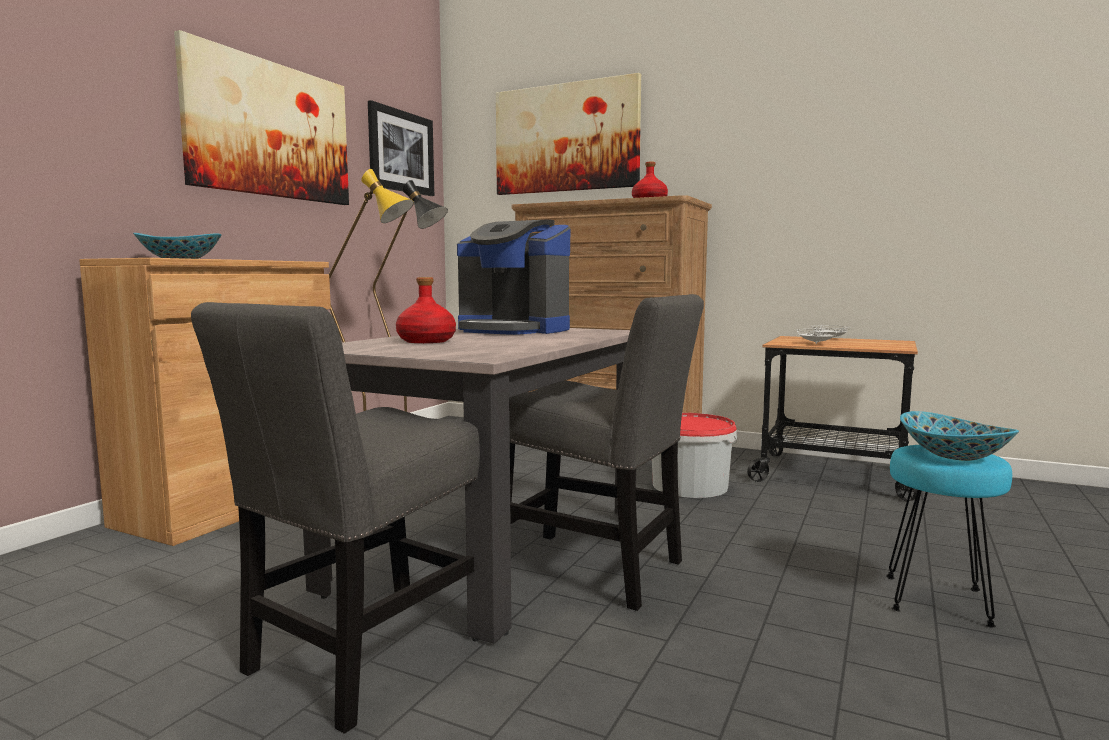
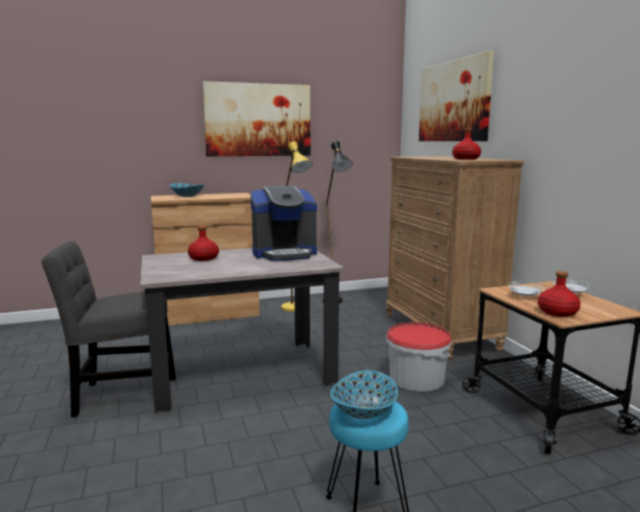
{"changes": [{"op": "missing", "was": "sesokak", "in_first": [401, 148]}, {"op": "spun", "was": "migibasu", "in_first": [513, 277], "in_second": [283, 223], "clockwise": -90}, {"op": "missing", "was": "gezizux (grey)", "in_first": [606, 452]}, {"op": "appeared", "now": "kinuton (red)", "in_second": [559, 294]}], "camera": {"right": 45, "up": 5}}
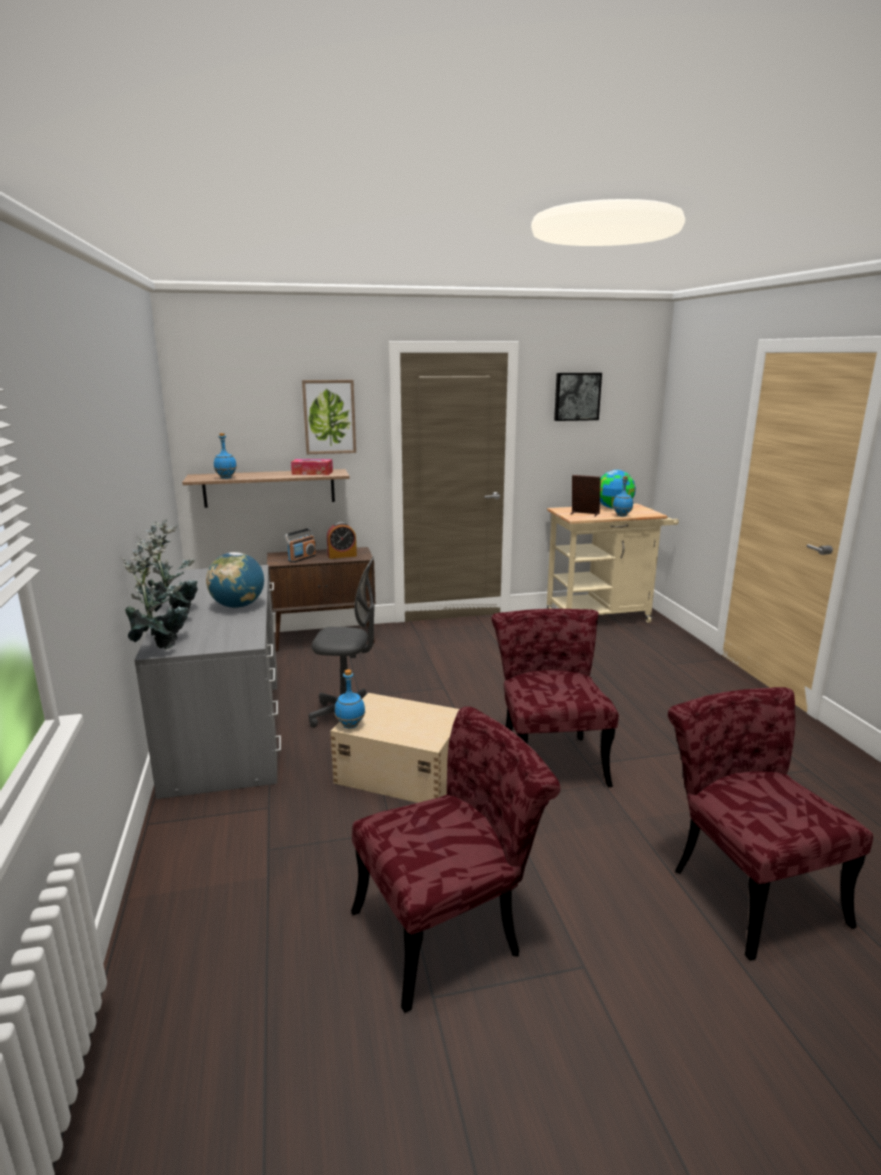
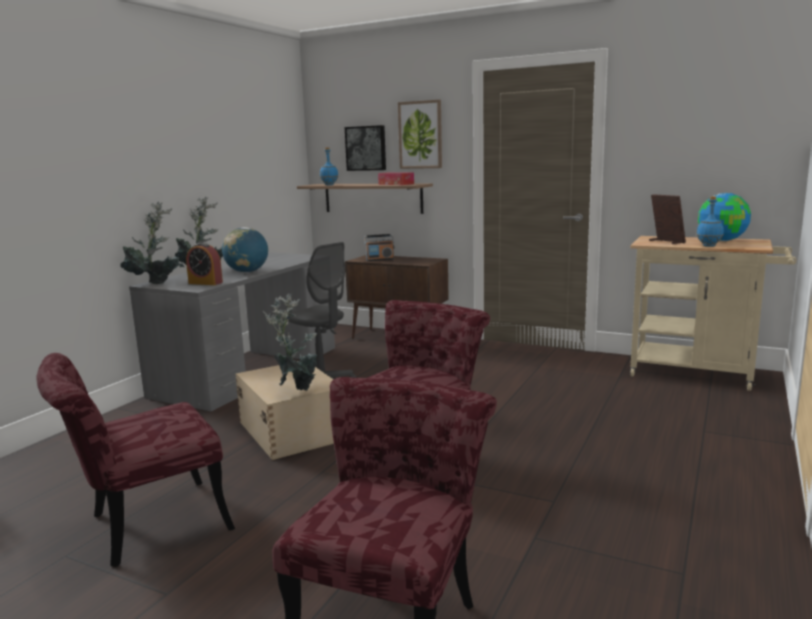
{"changes": [{"op": "relocated", "was": "sesokak", "in_first": [578, 397], "in_second": [365, 148]}, {"op": "relocated", "was": "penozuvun", "in_first": [342, 540], "in_second": [204, 264]}, {"op": "missing", "was": "kinuton (blue)", "in_first": [349, 699]}, {"op": "spun", "was": "gezizux (red)", "in_first": [456, 859], "in_second": [135, 460], "clockwise": 135}, {"op": "appeared", "now": "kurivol", "in_second": [290, 342]}], "camera": {"right": 40, "up": -5}}
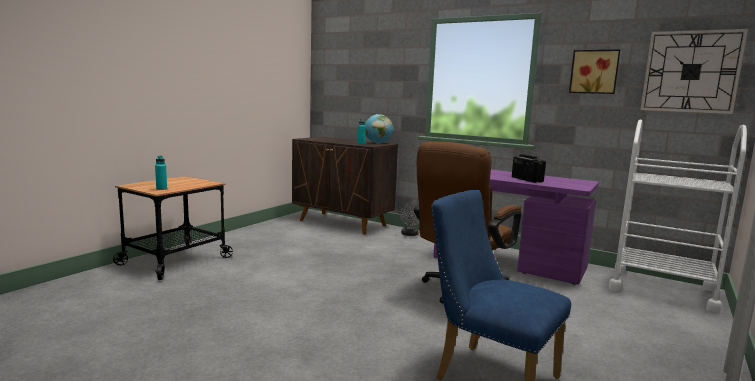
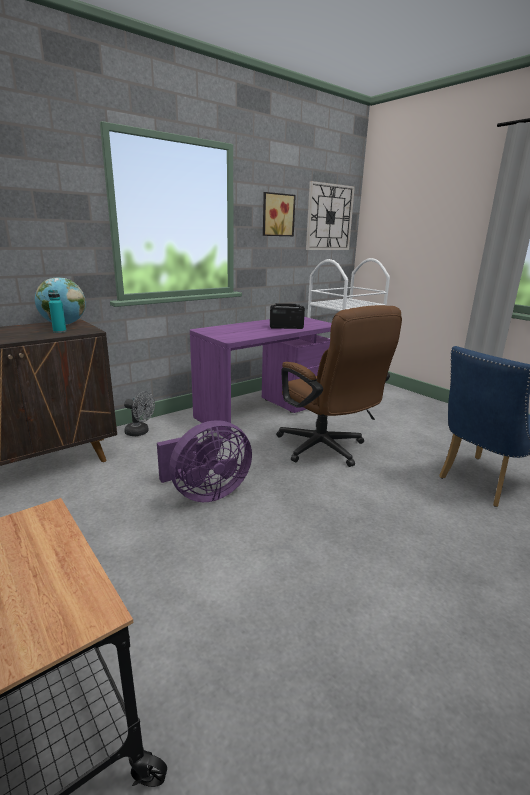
{"changes": [{"op": "missing", "was": "kinuton (turquoise)", "in_first": [161, 173]}, {"op": "appeared", "now": "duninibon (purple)", "in_second": [204, 461]}], "camera": {"right": -70, "up": 10}}
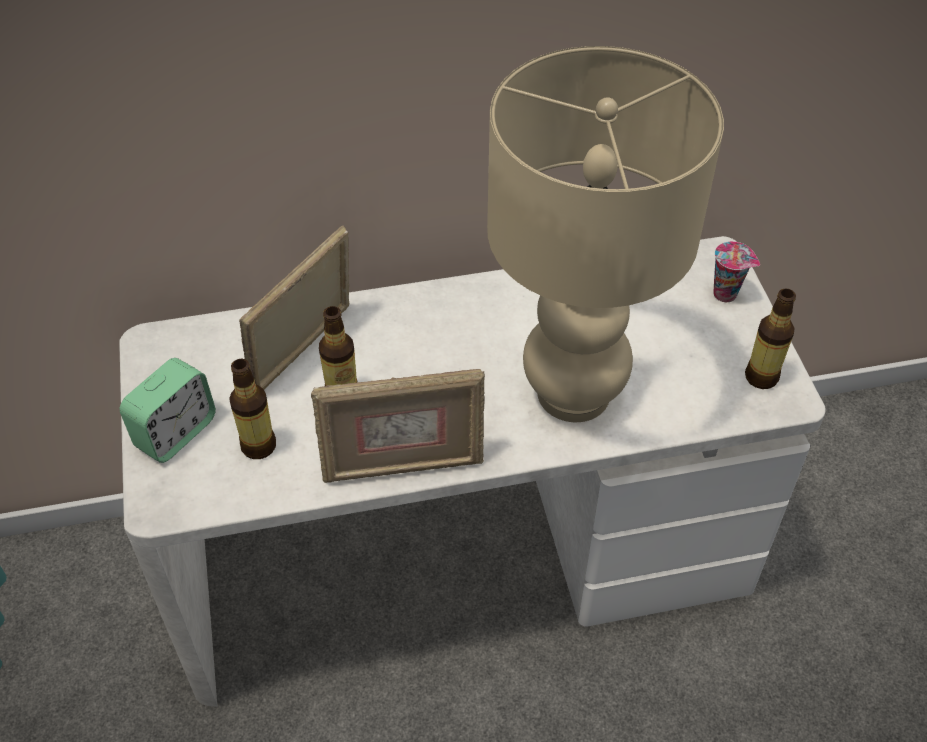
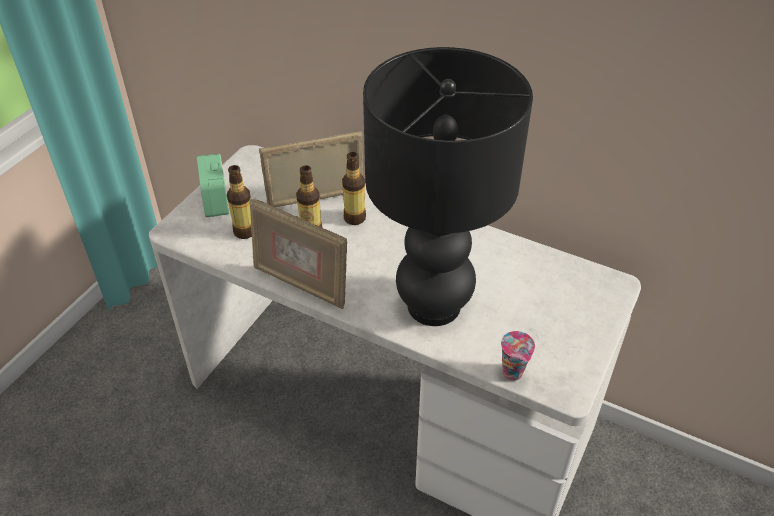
{"changes": [{"op": "colour", "was": "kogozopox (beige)", "now": "kogozopox (black)", "in_first": [605, 234], "in_second": [448, 186]}, {"op": "relocated", "was": "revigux", "in_first": [736, 271], "in_second": [518, 356]}, {"op": "relocated", "was": "kinuton", "in_first": [770, 339], "in_second": [354, 188]}, {"op": "spun", "was": "penozuvun", "in_first": [168, 410], "in_second": [213, 185], "clockwise": 90}], "camera": {"right": 40, "up": -5}}
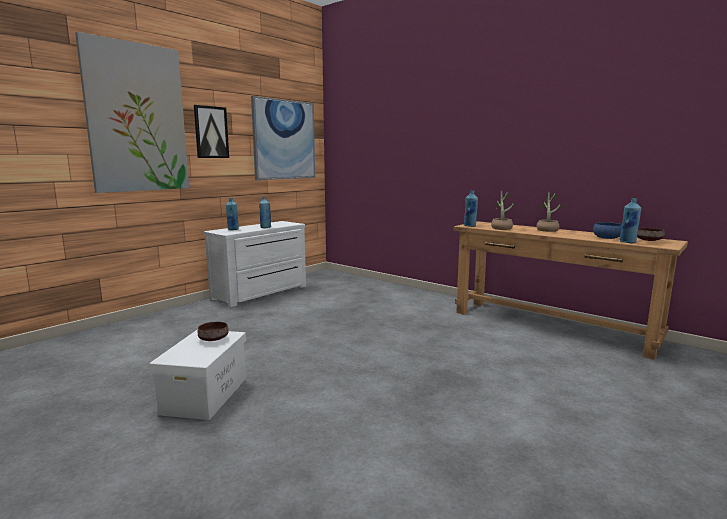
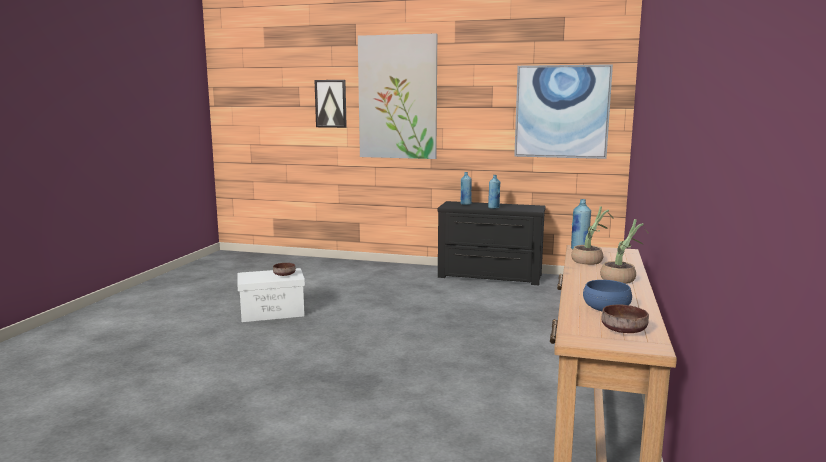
{"changes": [{"op": "relocated", "was": "sesokak", "in_first": [211, 131], "in_second": [330, 104]}, {"op": "missing", "was": "kinuton (blue)", "in_first": [630, 220]}, {"op": "colour", "was": "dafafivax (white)", "now": "dafafivax (black)", "in_first": [255, 264], "in_second": [492, 243]}], "camera": {"right": 65, "up": 0}}
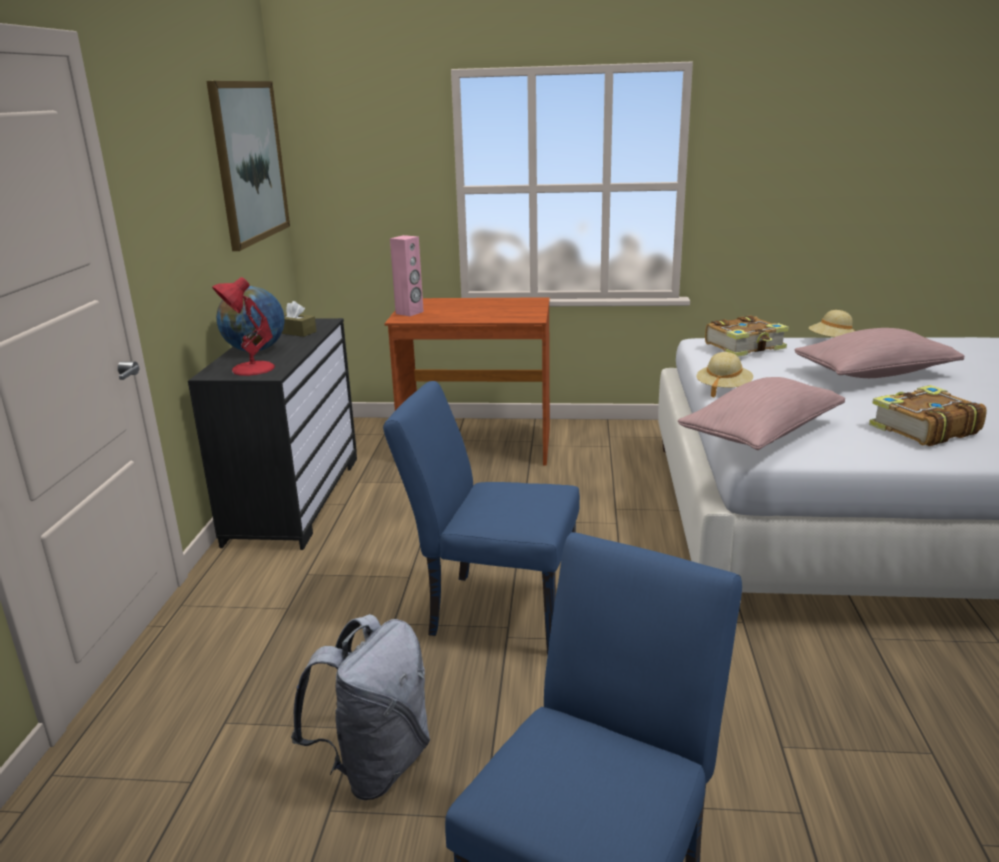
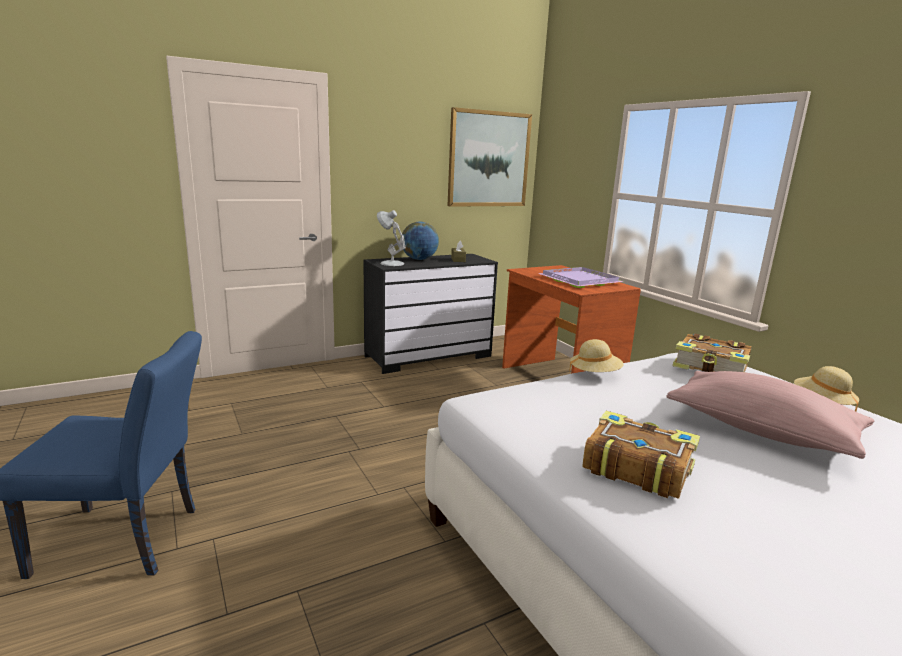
{"changes": [{"op": "missing", "was": "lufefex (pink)", "in_first": [407, 275]}, {"op": "colour", "was": "kogozopox (red)", "now": "kogozopox (white)", "in_first": [243, 326], "in_second": [391, 238]}, {"op": "missing", "was": "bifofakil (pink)", "in_first": [761, 413]}, {"op": "missing", "was": "gezizux (blue)", "in_first": [481, 517]}, {"op": "missing", "was": "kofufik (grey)", "in_first": [360, 707]}, {"op": "appeared", "now": "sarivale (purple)", "in_second": [580, 277]}], "camera": {"right": 55, "up": -5}}
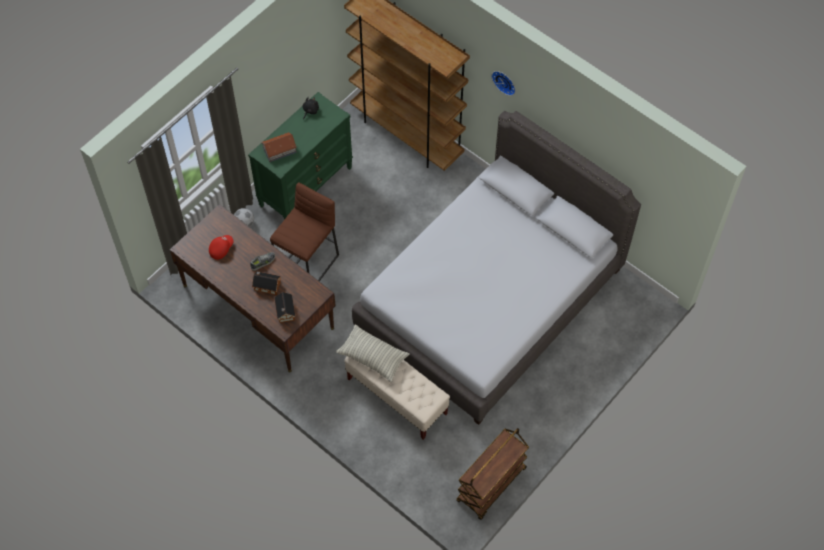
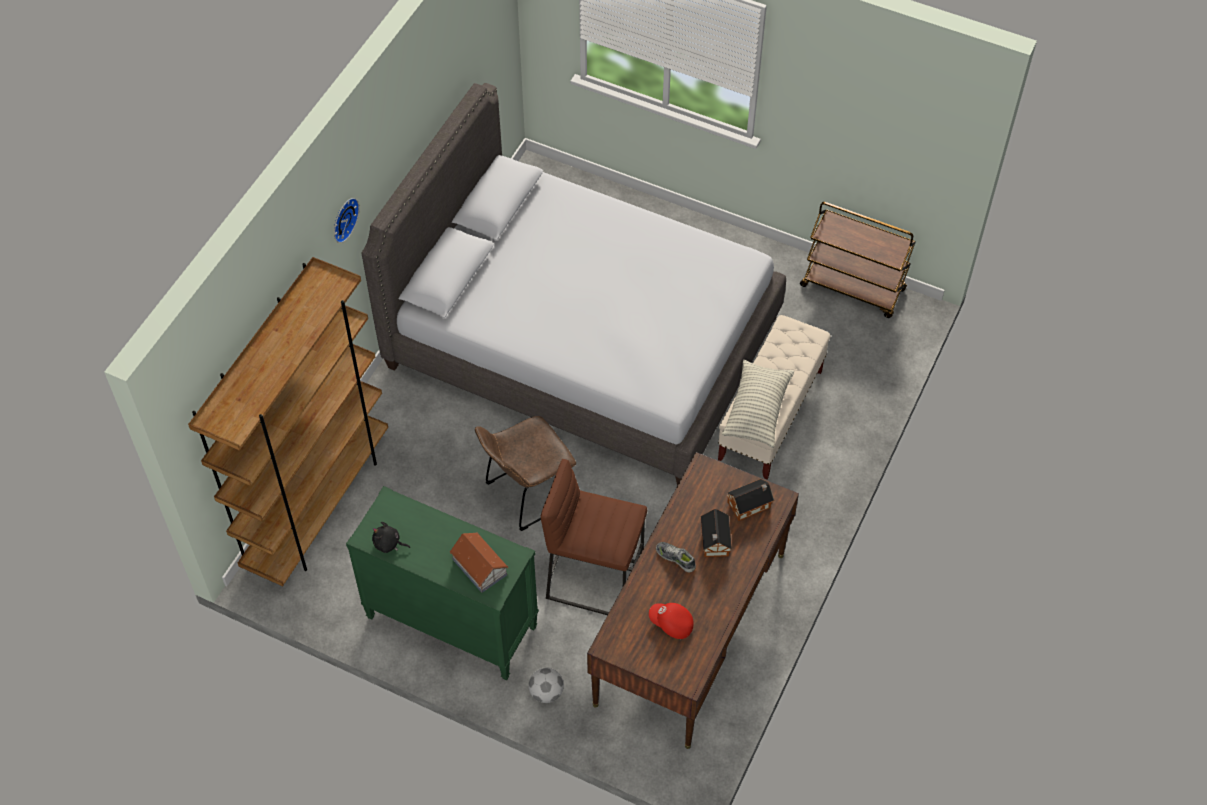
{"changes": [{"op": "appeared", "now": "gezizux (brown)", "in_second": [525, 473]}], "camera": {"right": -105, "up": -5}}
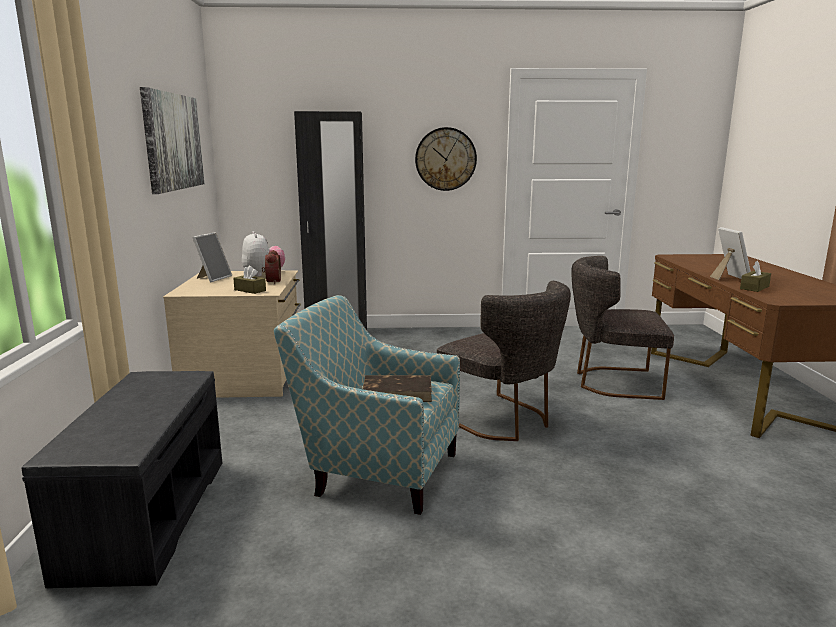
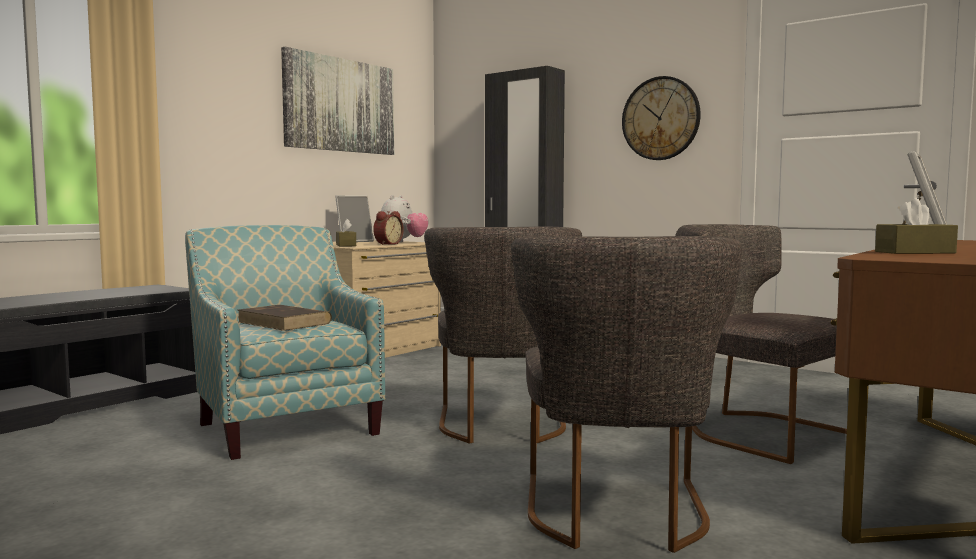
{"changes": [{"op": "appeared", "now": "gezizux (grey)", "in_second": [626, 394]}], "camera": {"right": 40, "up": -10}}
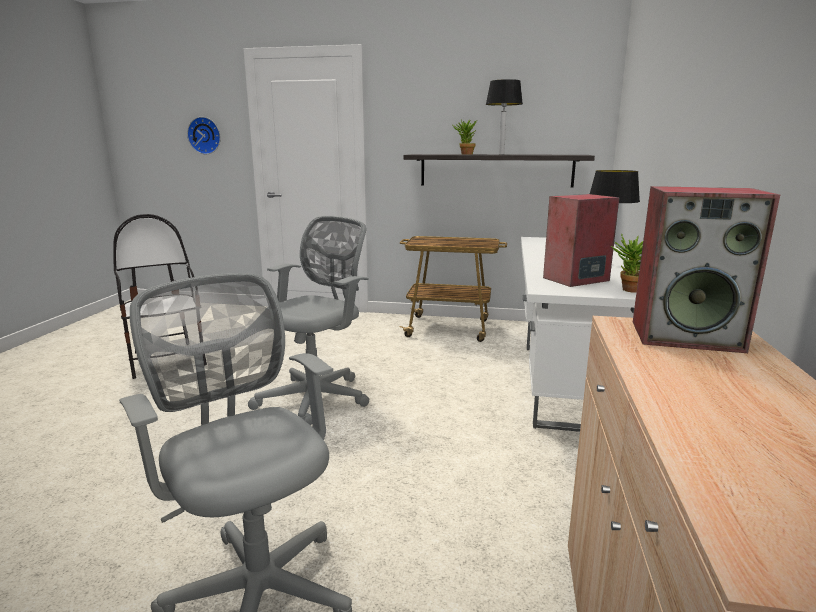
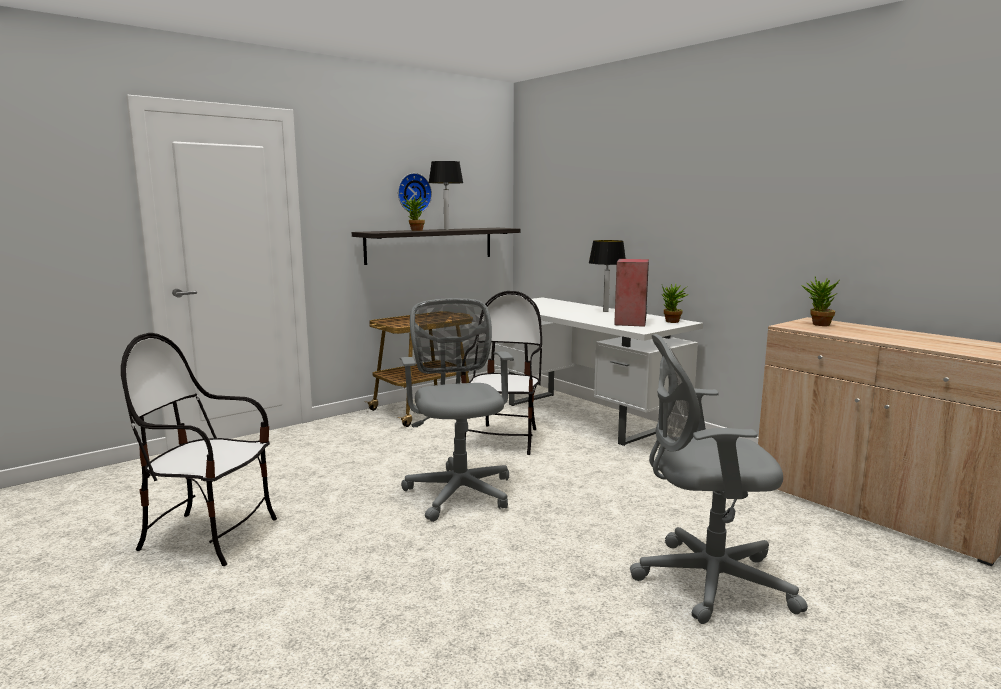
{"changes": [{"op": "relocated", "was": "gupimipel", "in_first": [204, 135], "in_second": [415, 192]}, {"op": "exchanged", "was": "lufefex", "now": "kurivol", "in_first": [706, 269], "in_second": [820, 301]}, {"op": "appeared", "now": "gezizux", "in_second": [501, 373]}], "camera": {"right": -50, "up": -5}}
